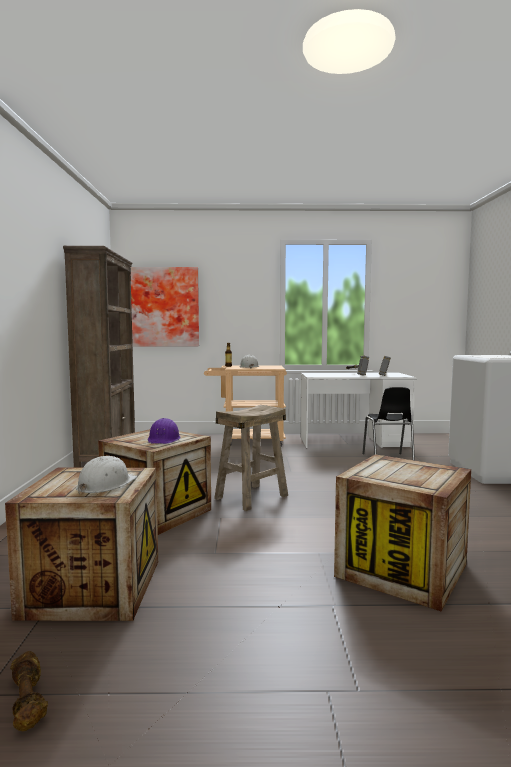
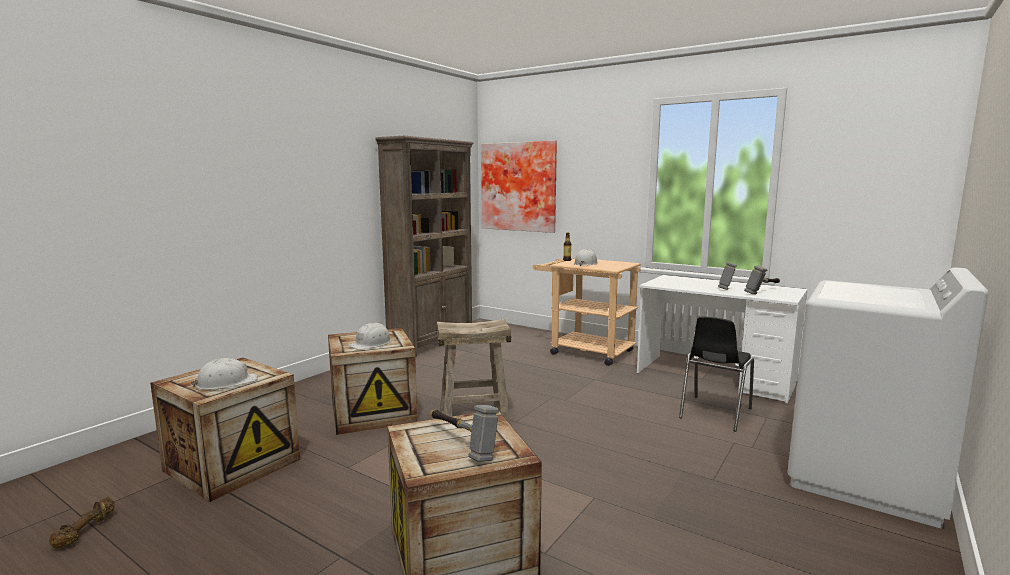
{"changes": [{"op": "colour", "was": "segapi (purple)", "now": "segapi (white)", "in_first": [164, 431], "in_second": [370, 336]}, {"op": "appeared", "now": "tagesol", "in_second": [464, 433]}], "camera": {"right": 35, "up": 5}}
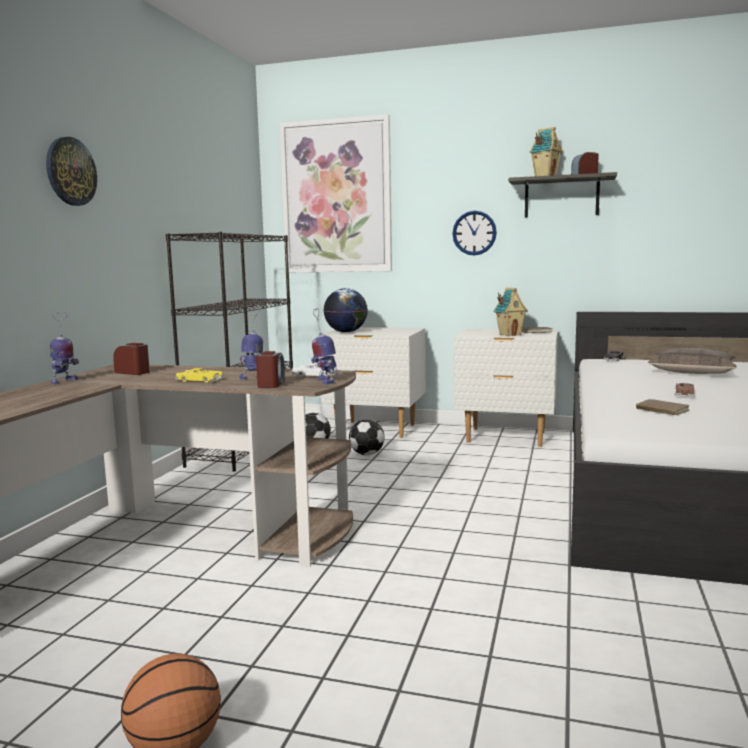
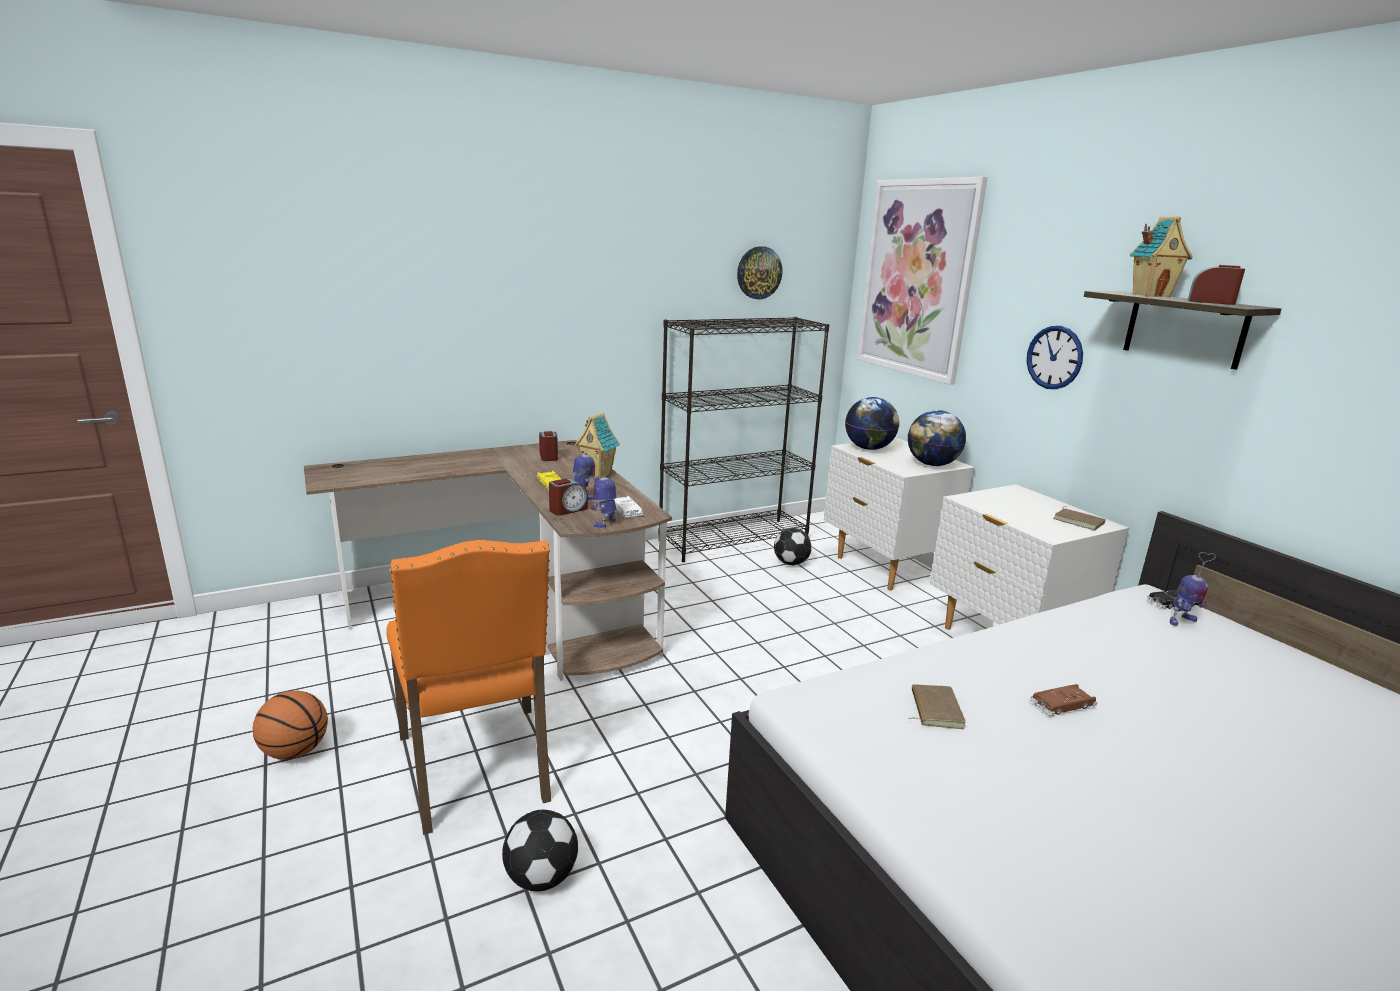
{"changes": [{"op": "relocated", "was": "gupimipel", "in_first": [71, 171], "in_second": [759, 272]}, {"op": "relocated", "was": "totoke", "in_first": [510, 311], "in_second": [597, 446]}, {"op": "relocated", "was": "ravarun", "in_first": [64, 348], "in_second": [1193, 589]}, {"op": "missing", "was": "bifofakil", "in_first": [692, 361]}, {"op": "relocated", "was": "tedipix", "in_first": [367, 437], "in_second": [540, 850]}, {"op": "appeared", "now": "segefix", "in_second": [937, 438]}, {"op": "appeared", "now": "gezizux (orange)", "in_second": [468, 687]}], "camera": {"right": 45, "up": 10}}
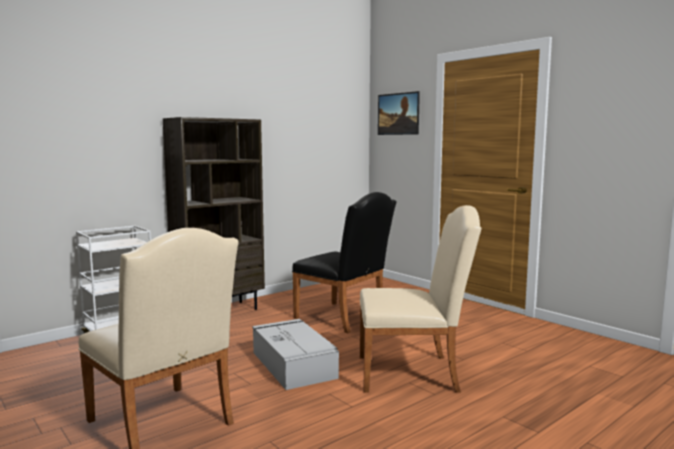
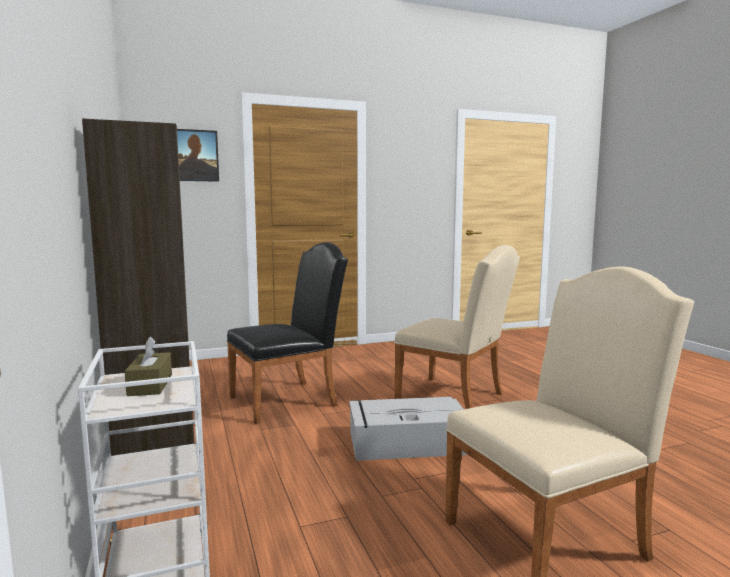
{"changes": [{"op": "spun", "was": "gezizux (beige)", "in_first": [420, 299], "in_second": [457, 327], "clockwise": 105}, {"op": "appeared", "now": "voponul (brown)", "in_second": [148, 366]}], "camera": {"right": -70, "up": 0}}
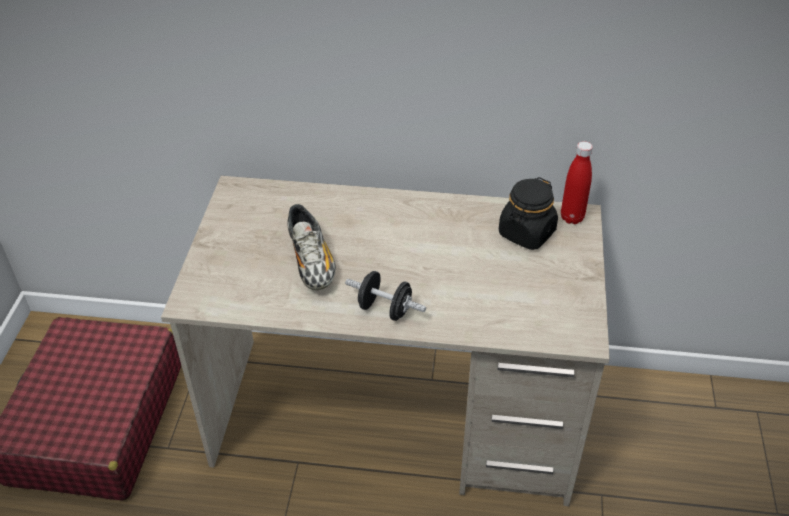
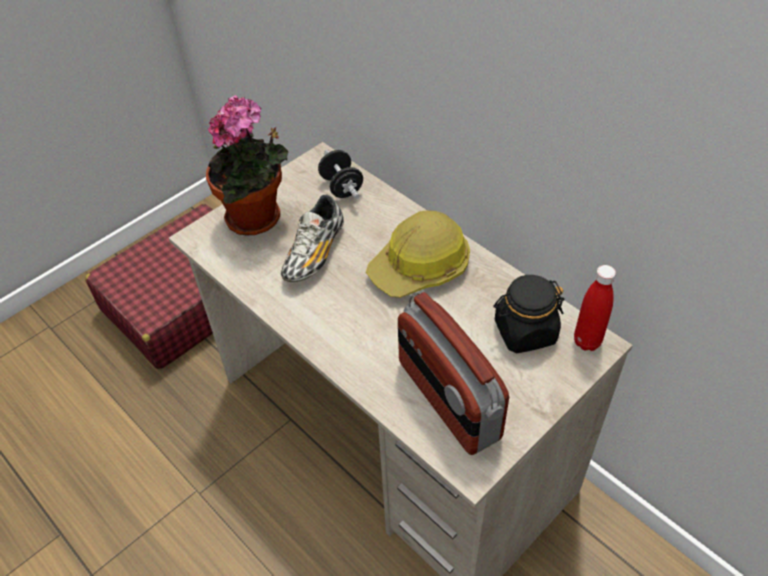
{"changes": [{"op": "relocated", "was": "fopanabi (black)", "in_first": [385, 296], "in_second": [340, 174]}, {"op": "appeared", "now": "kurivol", "in_second": [247, 165]}, {"op": "appeared", "now": "segapi", "in_second": [418, 254]}, {"op": "appeared", "now": "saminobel", "in_second": [453, 373]}], "camera": {"right": 40, "up": 5}}
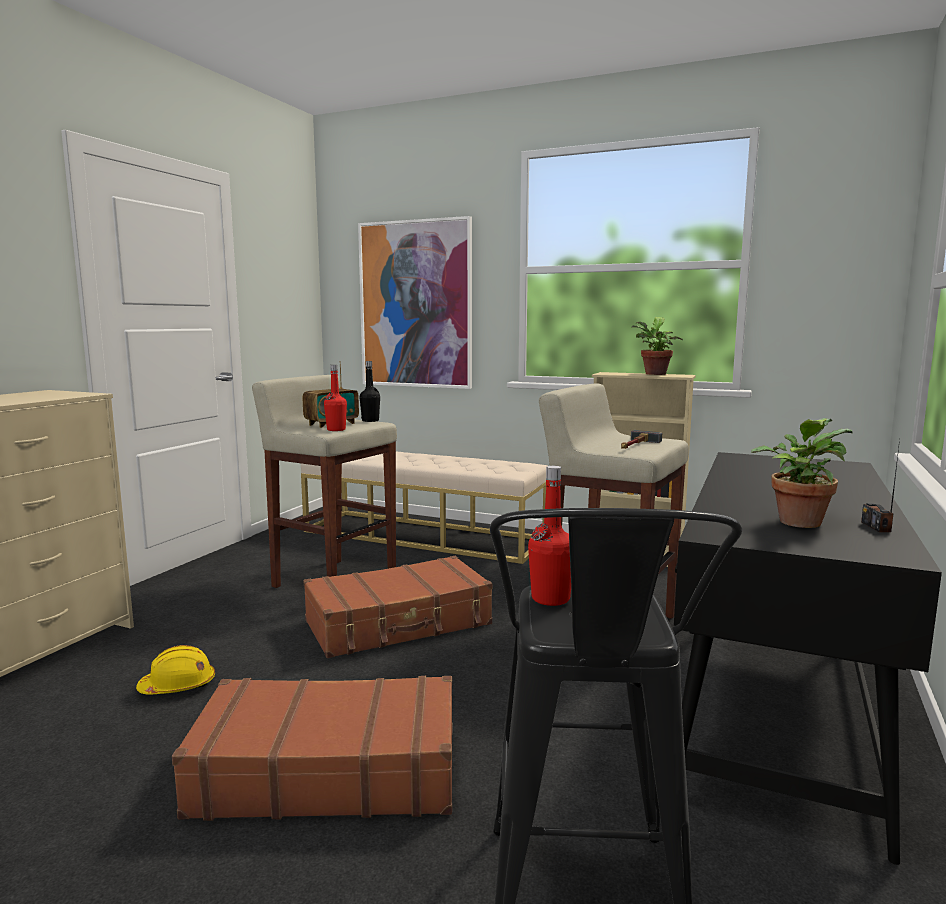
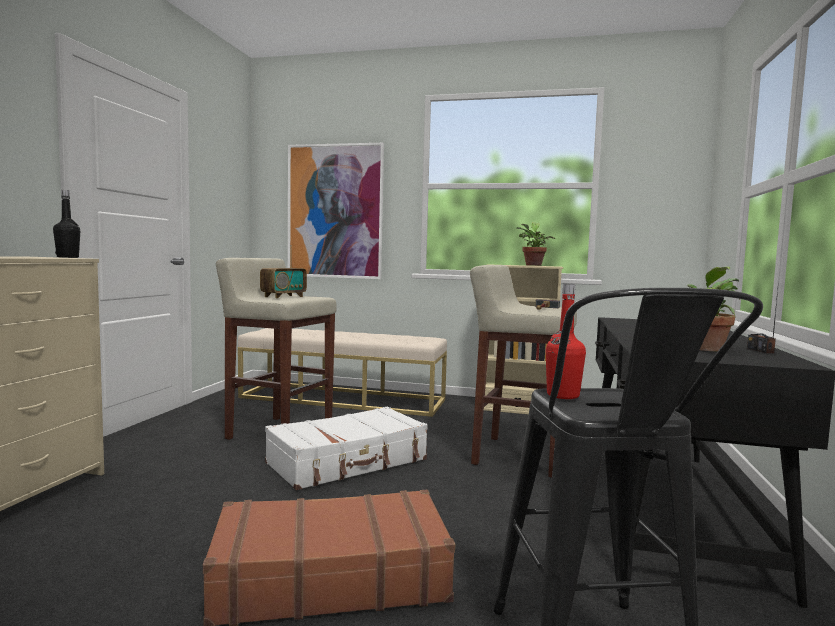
{"changes": [{"op": "relocated", "was": "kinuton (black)", "in_first": [369, 391], "in_second": [66, 224]}, {"op": "missing", "was": "kinuton (red)", "in_first": [335, 398]}, {"op": "colour", "was": "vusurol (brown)", "now": "vusurol (white)", "in_first": [397, 607], "in_second": [346, 448]}, {"op": "missing", "was": "segapi (yellow)", "in_first": [175, 670]}], "camera": {"right": -10, "up": -5}}
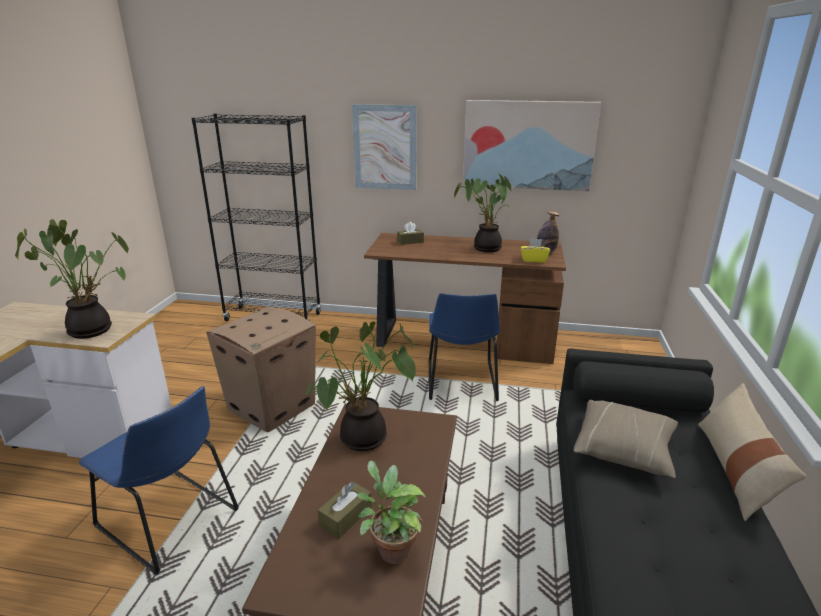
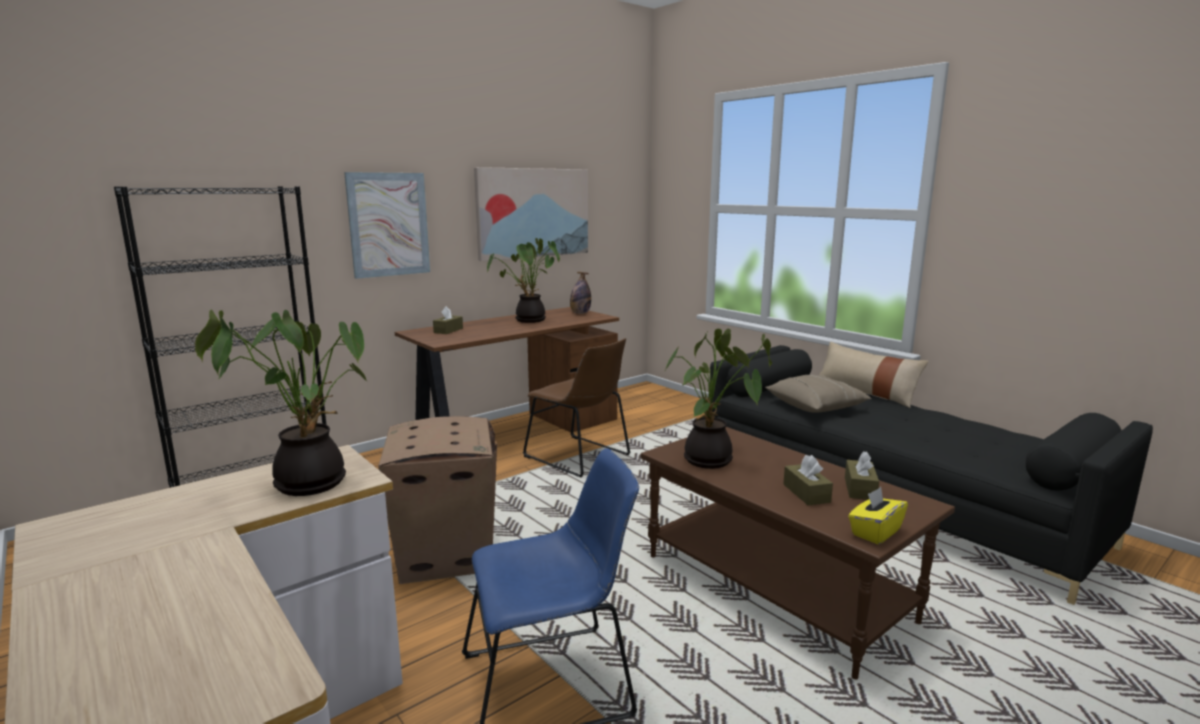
{"changes": [{"op": "relocated", "was": "voponul (yellow)", "in_first": [535, 251], "in_second": [878, 515]}, {"op": "colour", "was": "gezizux (blue)", "now": "gezizux (brown)", "in_first": [465, 347], "in_second": [576, 407]}, {"op": "exchanged", "was": "kurivol", "now": "voponul (brown)", "in_first": [391, 512], "in_second": [862, 475]}], "camera": {"right": -50, "up": -10}}
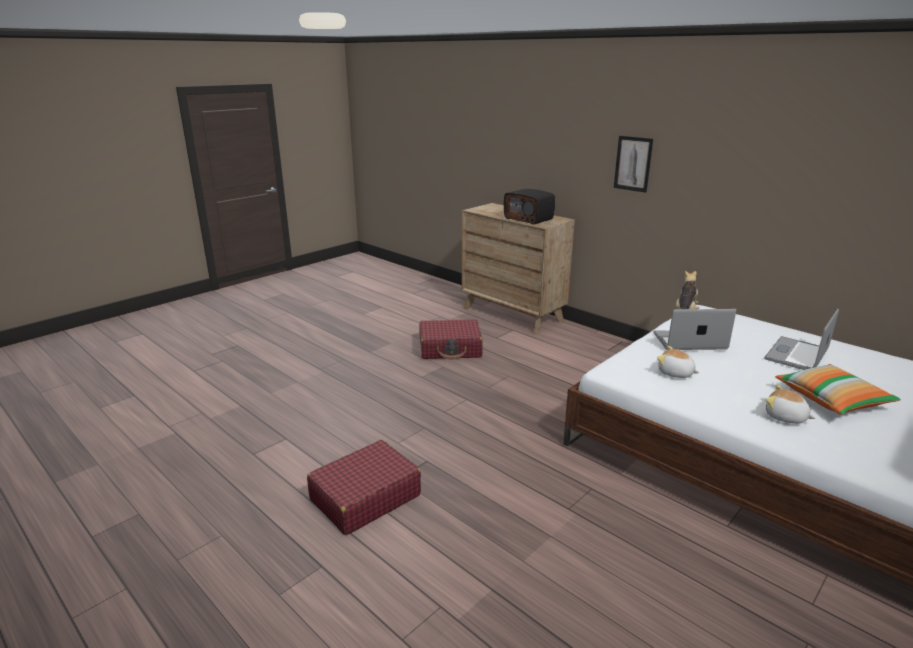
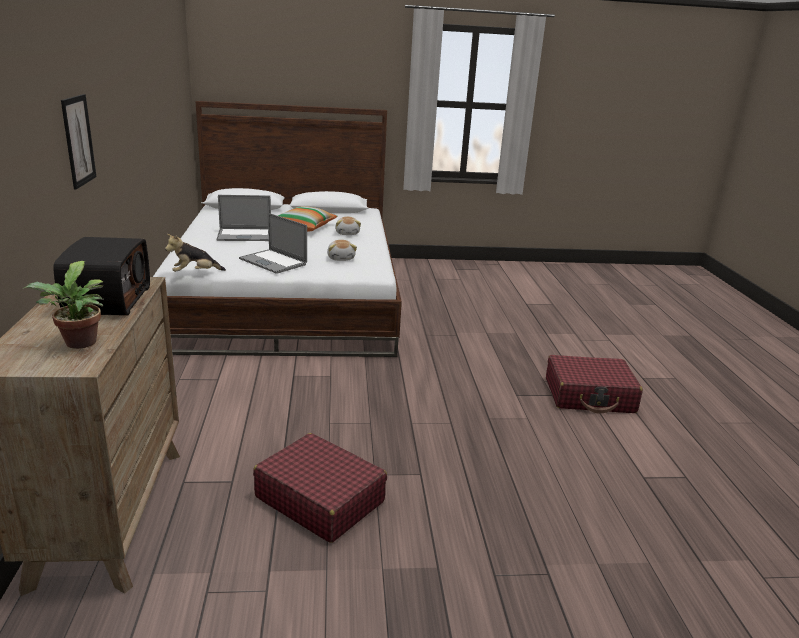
{"changes": [{"op": "appeared", "now": "kurivol", "in_second": [64, 305]}], "camera": {"right": -140, "up": 0}}
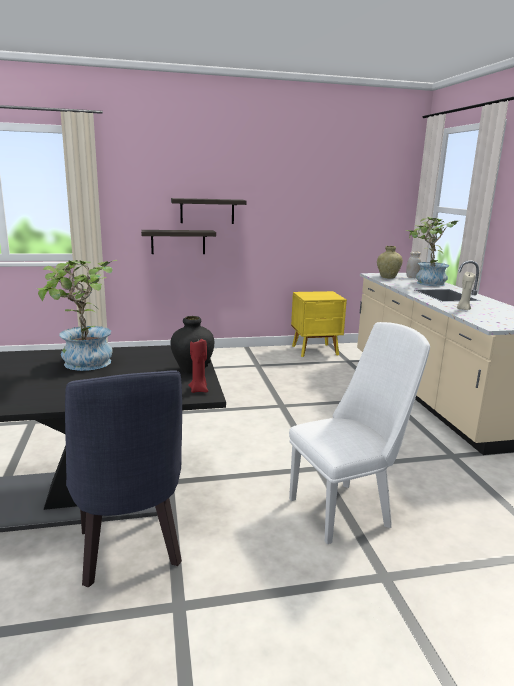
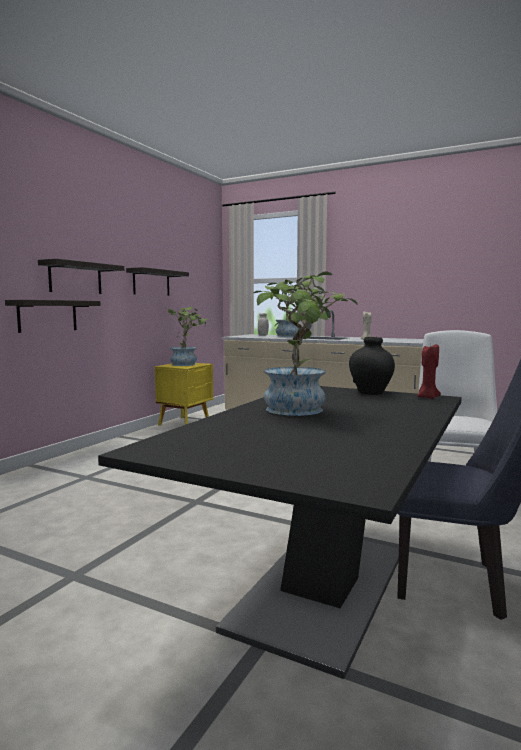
{"changes": [{"op": "missing", "was": "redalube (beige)", "in_first": [390, 262]}, {"op": "appeared", "now": "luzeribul", "in_second": [157, 281]}, {"op": "appeared", "now": "kurivol", "in_second": [187, 336]}], "camera": {"right": -50, "up": -10}}
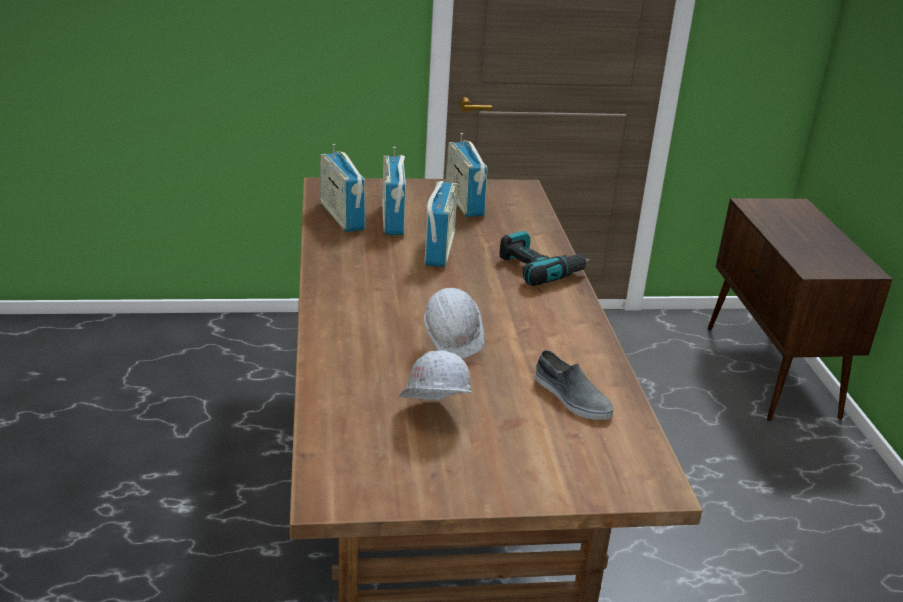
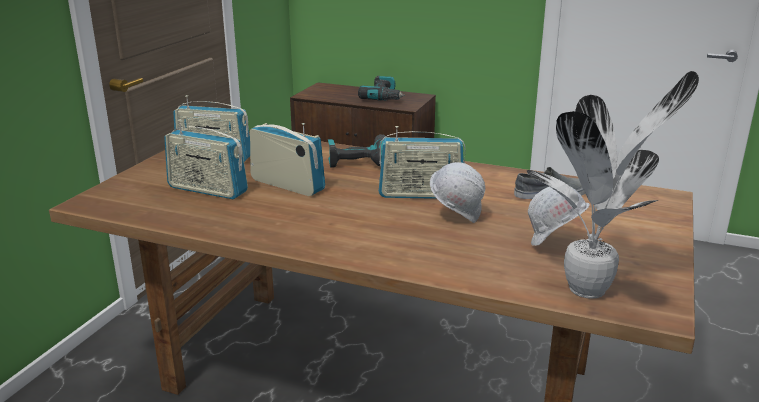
{"changes": [{"op": "relocated", "was": "saminobel", "in_first": [343, 188], "in_second": [422, 162]}, {"op": "appeared", "now": "kurivol", "in_second": [613, 185]}, {"op": "appeared", "now": "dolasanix", "in_second": [381, 88]}], "camera": {"right": -60, "up": -5}}
